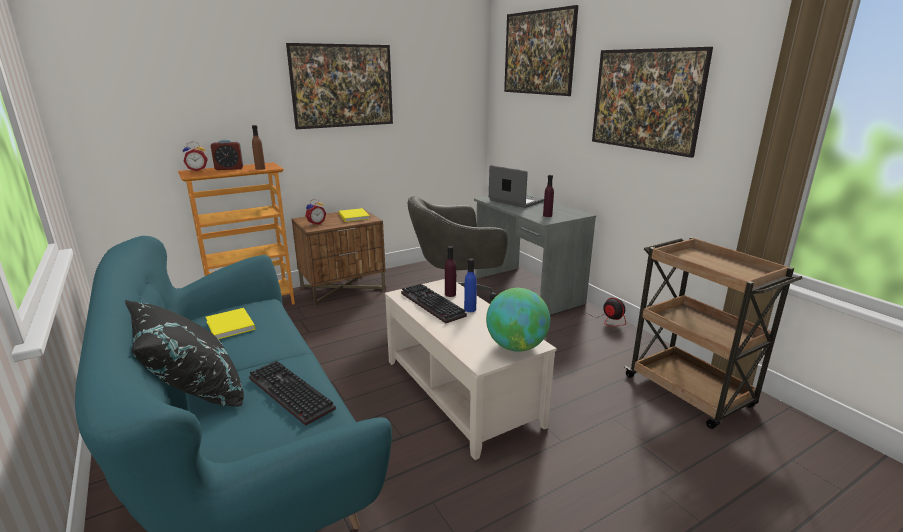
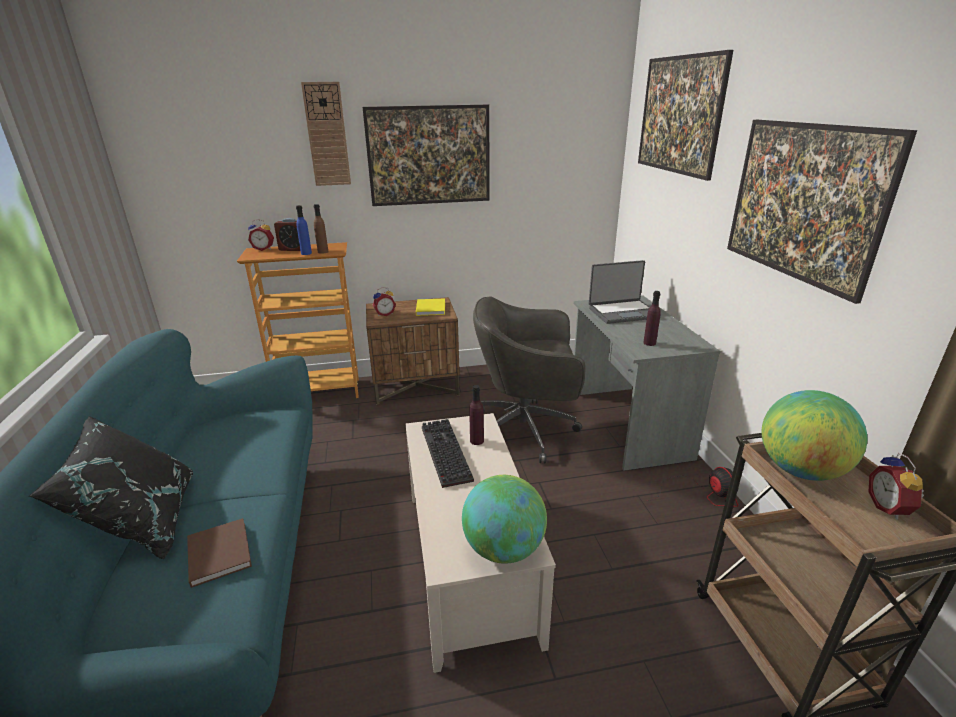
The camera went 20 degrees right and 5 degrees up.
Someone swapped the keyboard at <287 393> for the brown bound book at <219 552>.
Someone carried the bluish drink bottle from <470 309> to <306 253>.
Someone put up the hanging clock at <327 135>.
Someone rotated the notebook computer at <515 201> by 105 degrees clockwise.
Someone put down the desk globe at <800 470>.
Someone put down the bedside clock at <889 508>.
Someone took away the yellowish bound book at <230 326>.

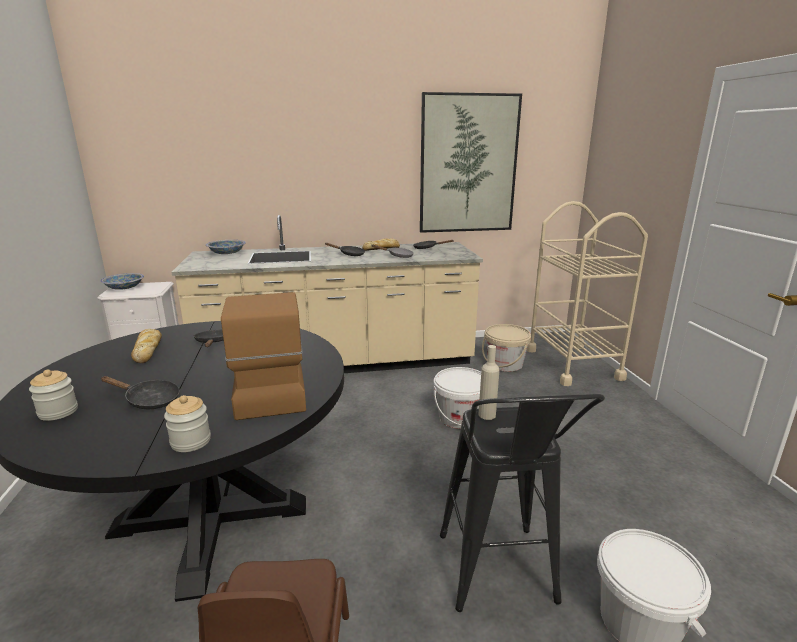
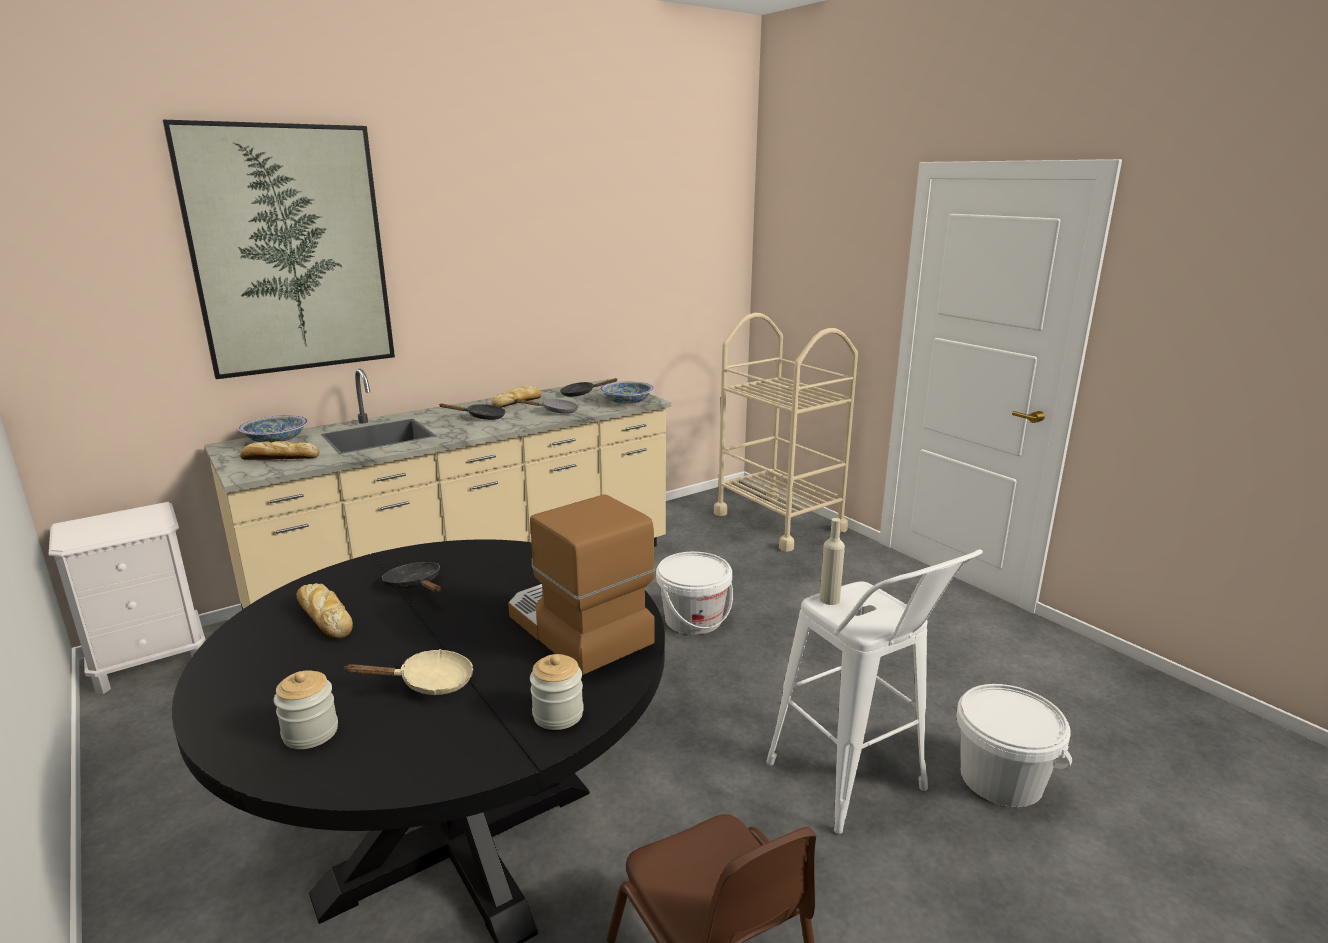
The camera went 25 degrees left and 0 degrees up.
Someone carried the wall picture from <468 165> to <290 251>.
Someone put down the bread at <279 458>.
Someone repainted the black frying pan at <149 400>, which became the beige frying pan at <429 683>.
Someone carried the deep dish from <124 288> to <627 402>.
Someone repainted the black stool seat at <499 579>, which became the whitish stool seat at <856 787>.
Someone took away the beige pail at <505 364>.

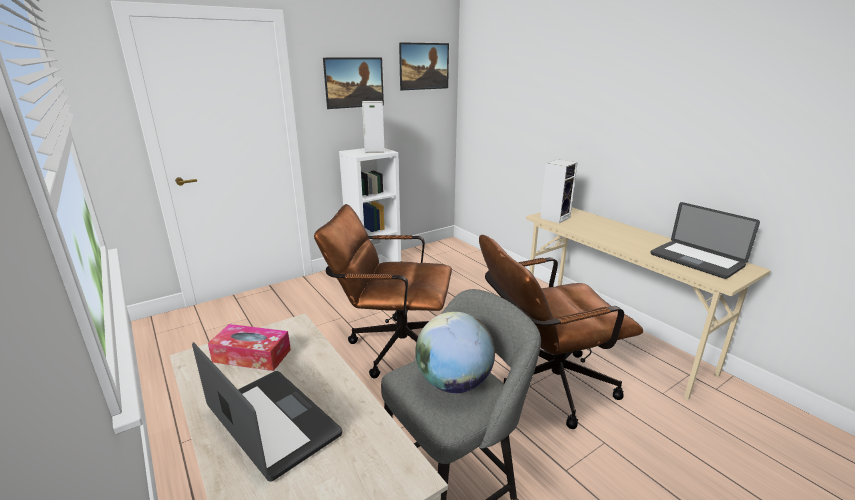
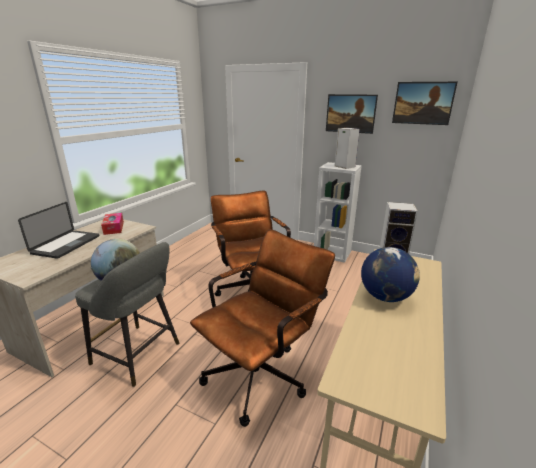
The camera went 60 degrees right and 0 degrees up.
Someone rotated the brown desk chair at <544 385> by 90 degrees clockwise.
Someone put down the desk globe at <385 297>.
Someone took away the notebook computer at <696 260>.

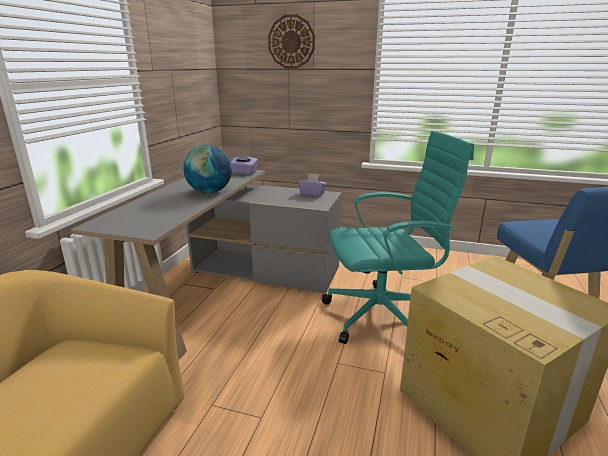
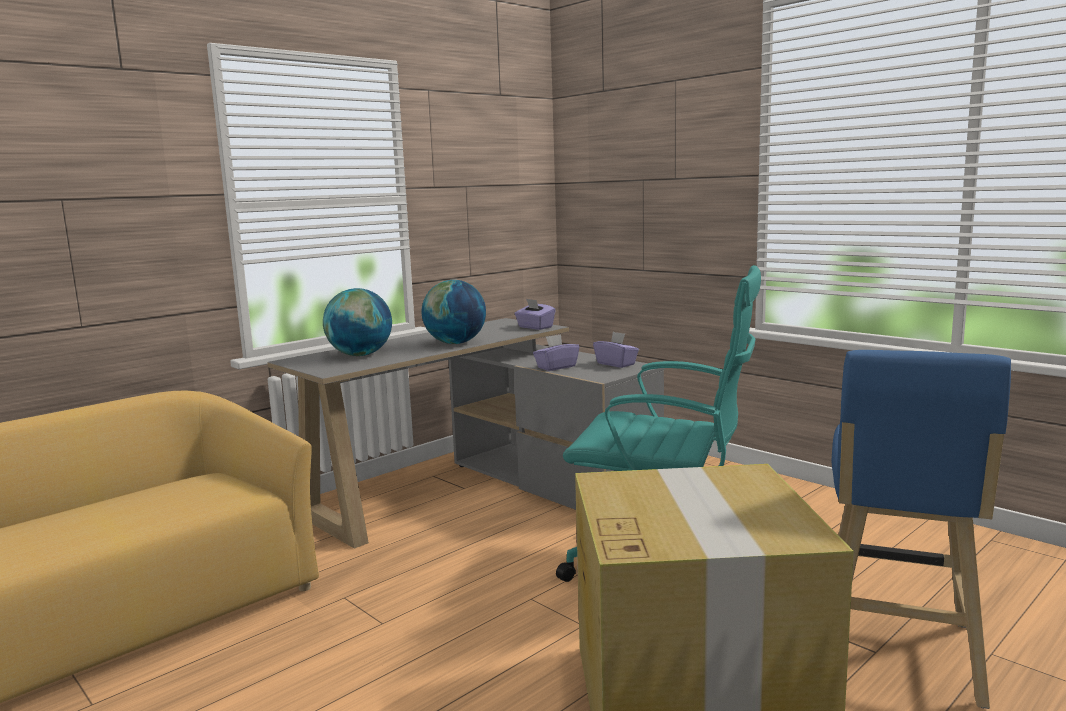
The camera went 30 degrees right and 10 degrees down.
Someone put down the desk globe at <360 355>.
Someone put down the purple-coloured tissue holder at <556 367>.
Someone took away the hanging clock at <291 42>.

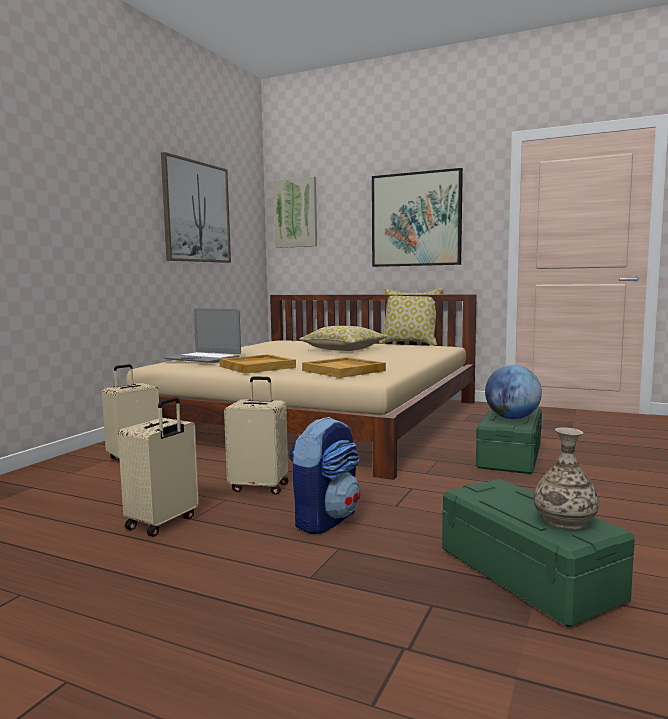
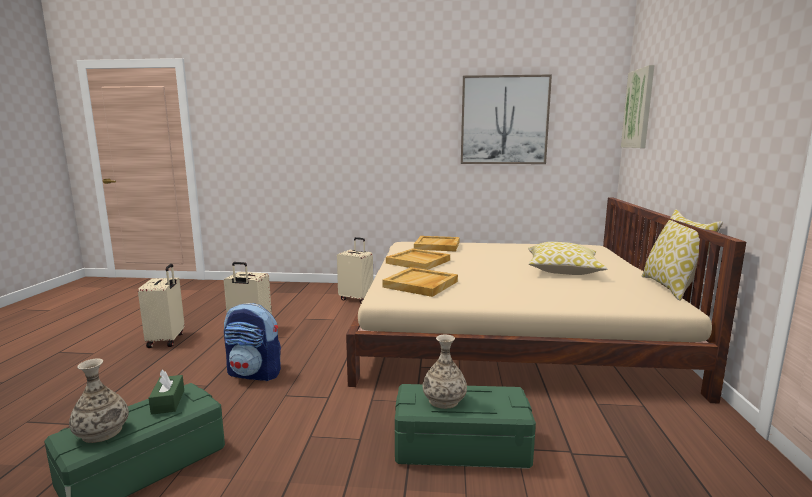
The camera went 70 degrees right and 5 degrees up.
Someone carried the beige piece of luggage from <260 487> to <167 340>.
Someone put down the green tissue holder at <168 402>.
Someone swapped the notebook computer at <203 359> for the beige carrying tray at <437 246>.
Someone swapped the desk globe at <512 418> for the decorative vase at <444 400>.
Someone took away the wall picture at <416 219>.

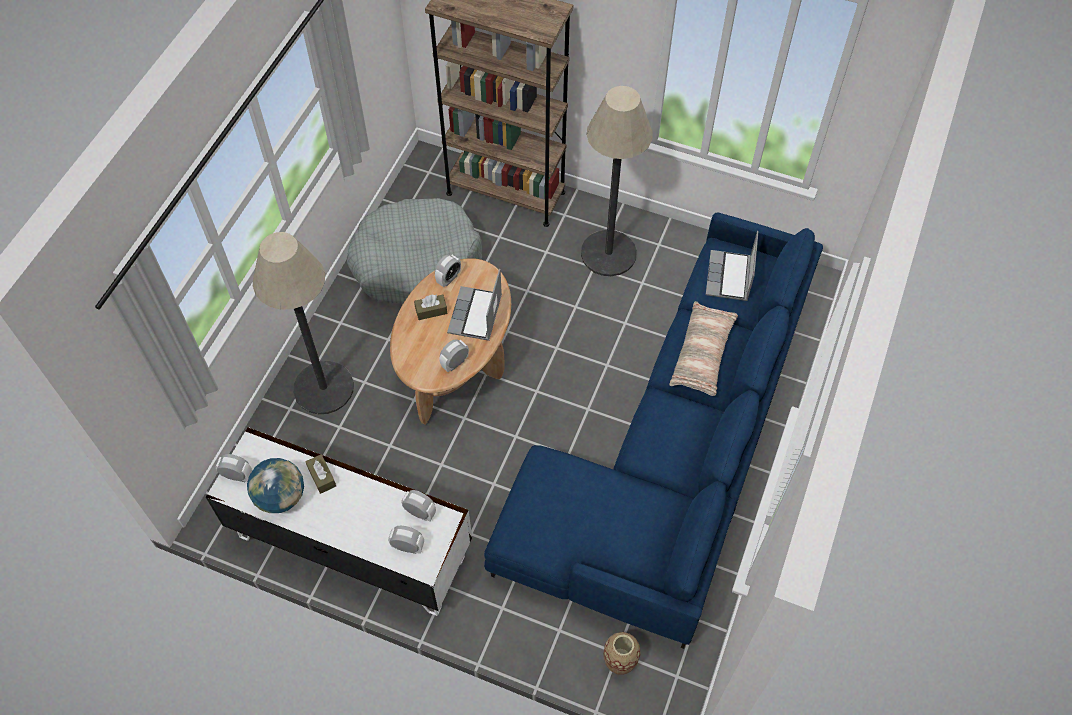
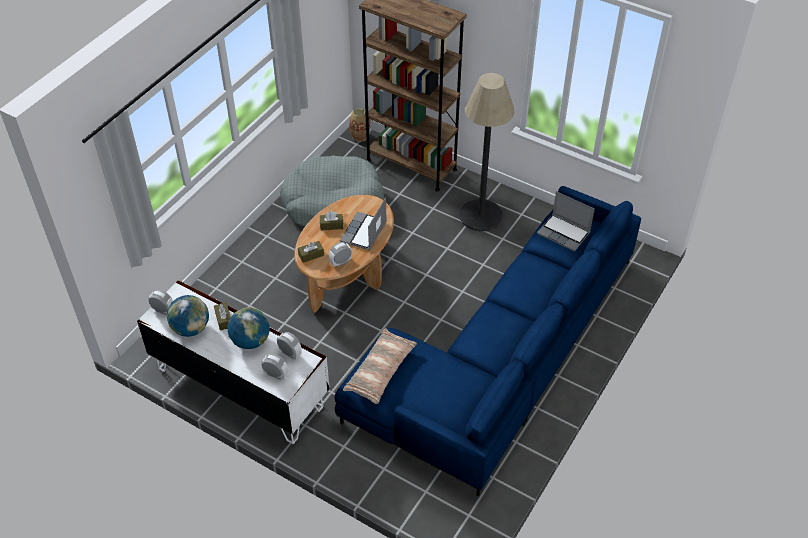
The camera went 10 degrees right and 10 degrees down.
Someone put down the desk globe at <250 341>.
Someone put down the brown tissue holder at <311 255>.
Someone carried the throw pillow from <703 354> to <381 371>.
Someone carried the decorative vase from <620 660> to <360 136>.
Someone rotated the notebook computer at <729 277> by 75 degrees counterclockwise.
Someone took away the standard lamp at <323 388>.
Someone took away the bedside clock at <448 279>.

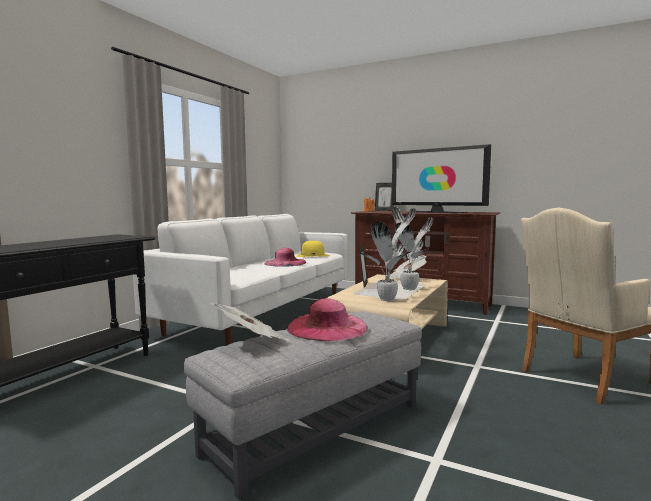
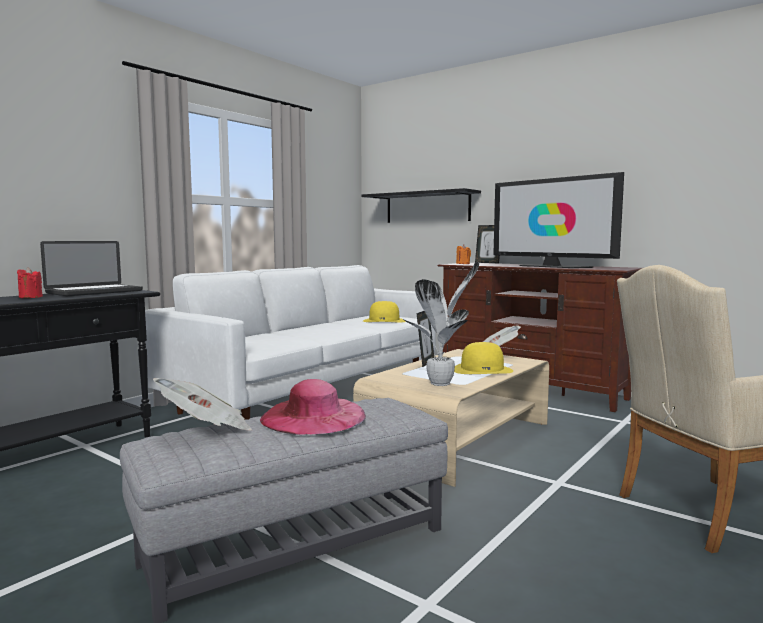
The camera went 10 degrees right and 0 degrees up.
Someone put down the red-coloured wax candle at <30 297>.
Someone put down the notebook computer at <95 292>.
Someone put up the black bracket shelf at <427 207>.
Someone swapped the potted plant at <408 288> for the yellowish wearable hat at <482 370>.
Someone took away the pink-coloured wearable hat at <285 263>.

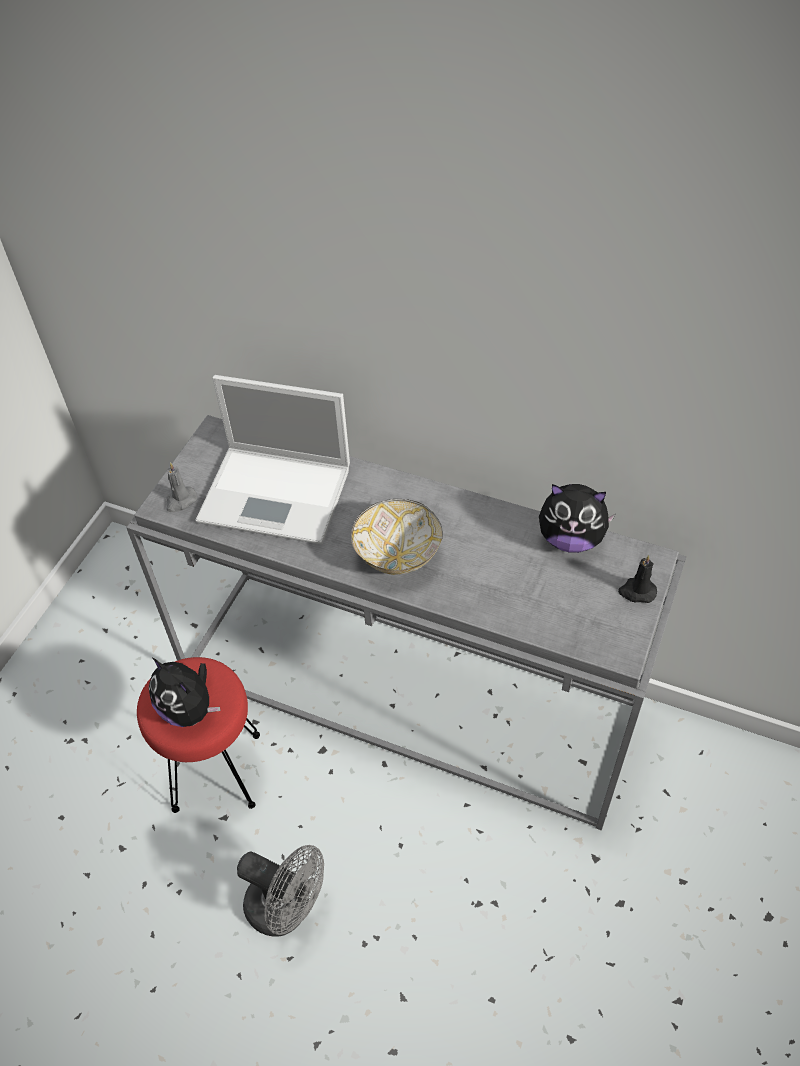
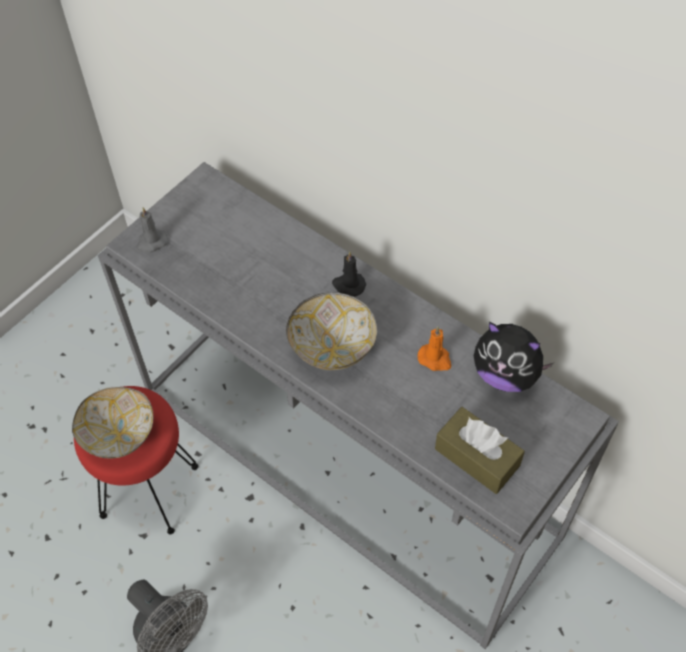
The camera went 15 degrees right and 5 degrees up.
Someone swapped the cuddly toy at <189 709> for the deep dish at <120 436>.
Someone carried the black wax candle from <637 591> to <348 285>.
Someone put down the orangey wax candle at <435 359>.
Someone put down the brown tissue holder at <477 457>.
Someone took away the notebook computer at <278 494>.

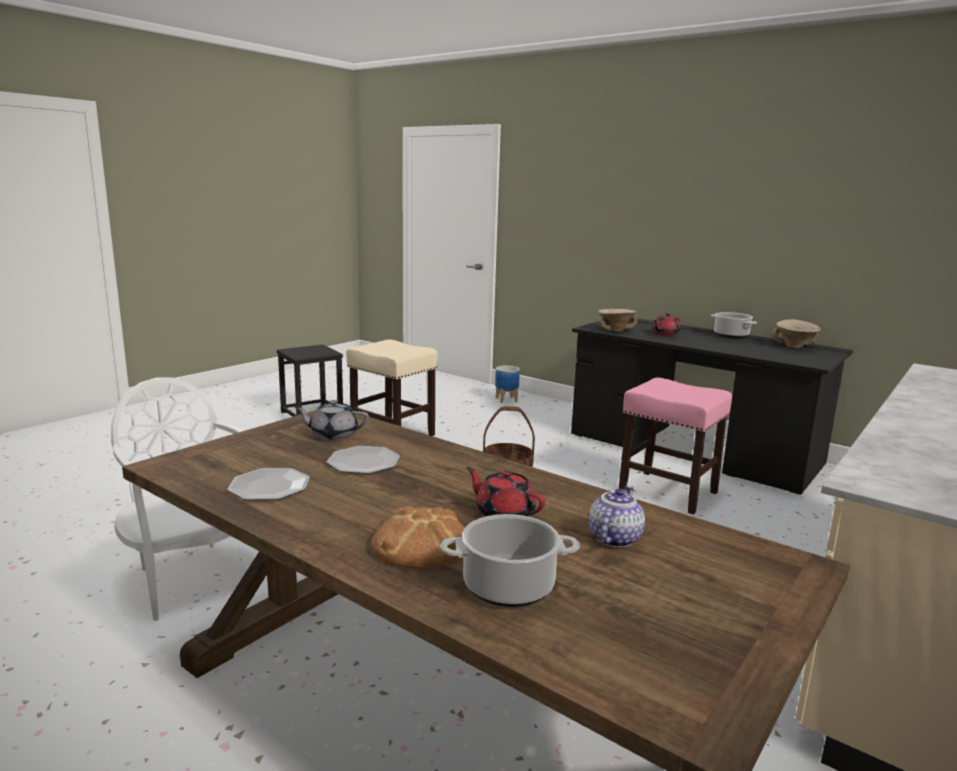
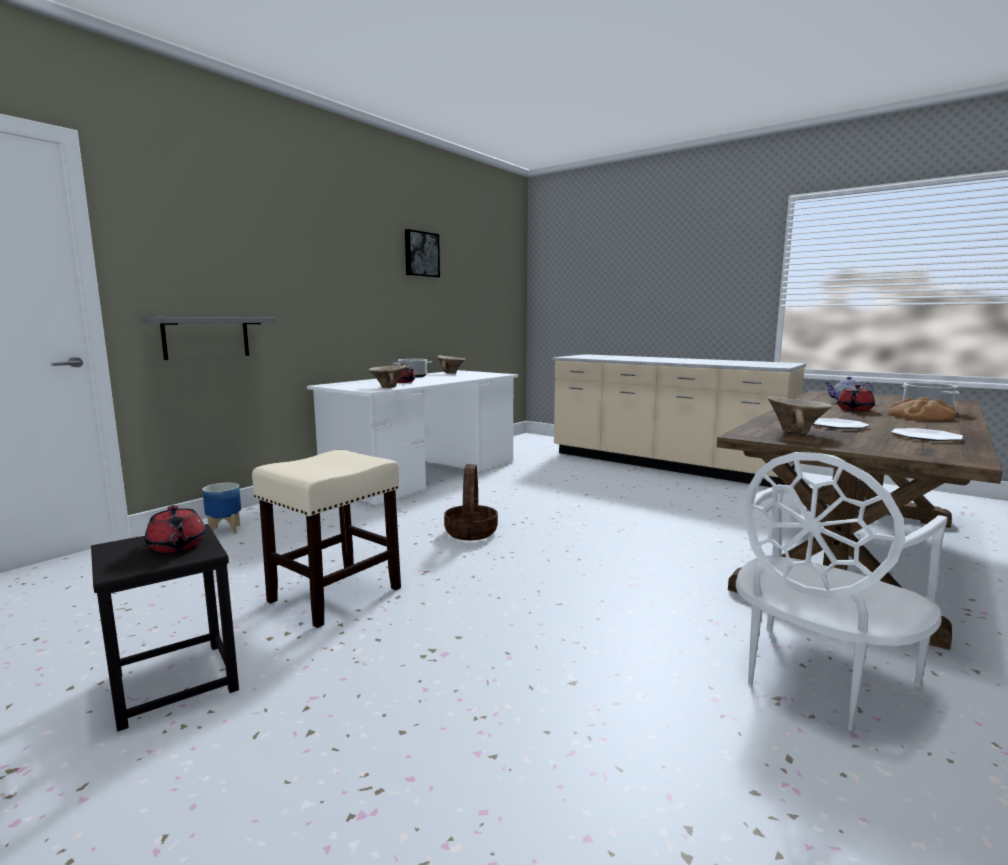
The camera went 90 degrees left and 5 degrees down.
Someone put up the gray bracket shelf at <206 337>.
Someone put down the red-coloured teapot at <177 546>.
Someone repainted the black desk at <693 449>, which became the whitish desk at <424 475>.
Someone put up the wall picture at <421 254>.
Someone swapped the gray teapot at <333 435> for the beige deep dish at <797 432>.
Someone took away the pink-coloured stool seat at <666 491>.

